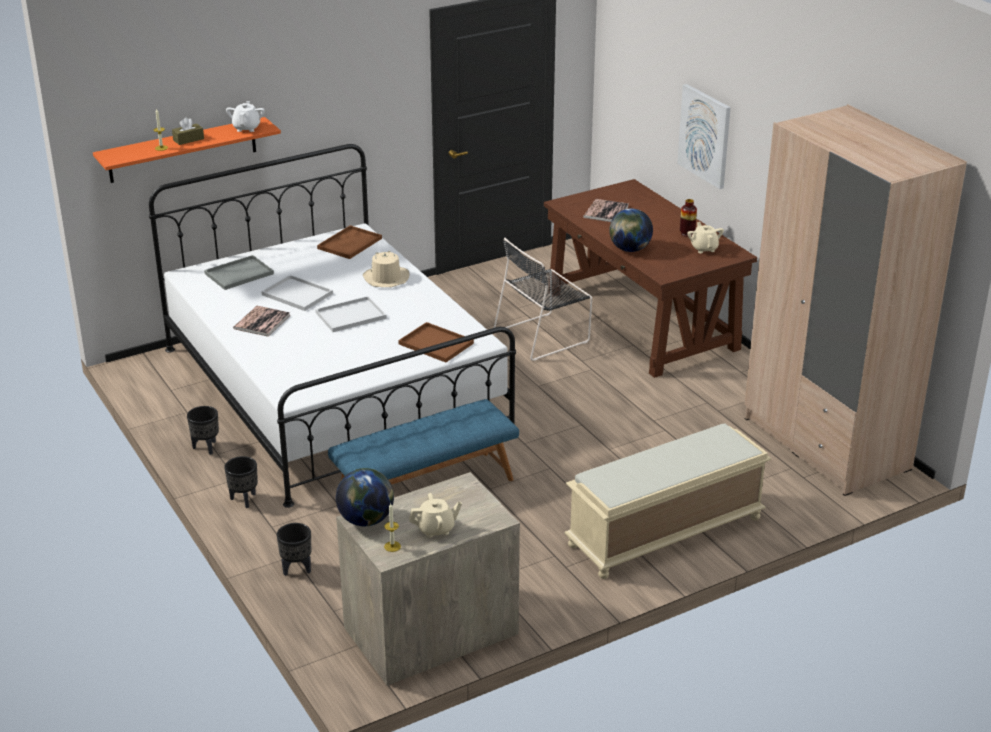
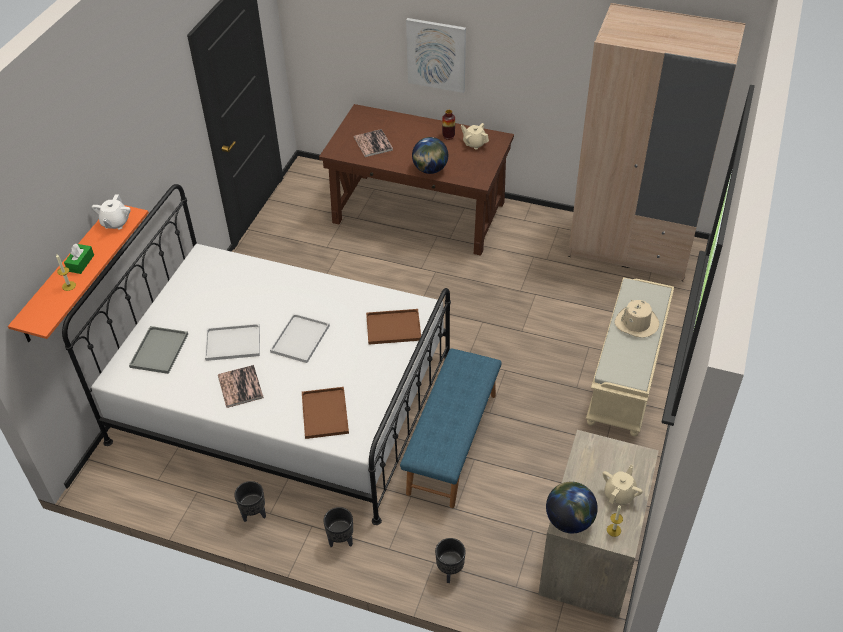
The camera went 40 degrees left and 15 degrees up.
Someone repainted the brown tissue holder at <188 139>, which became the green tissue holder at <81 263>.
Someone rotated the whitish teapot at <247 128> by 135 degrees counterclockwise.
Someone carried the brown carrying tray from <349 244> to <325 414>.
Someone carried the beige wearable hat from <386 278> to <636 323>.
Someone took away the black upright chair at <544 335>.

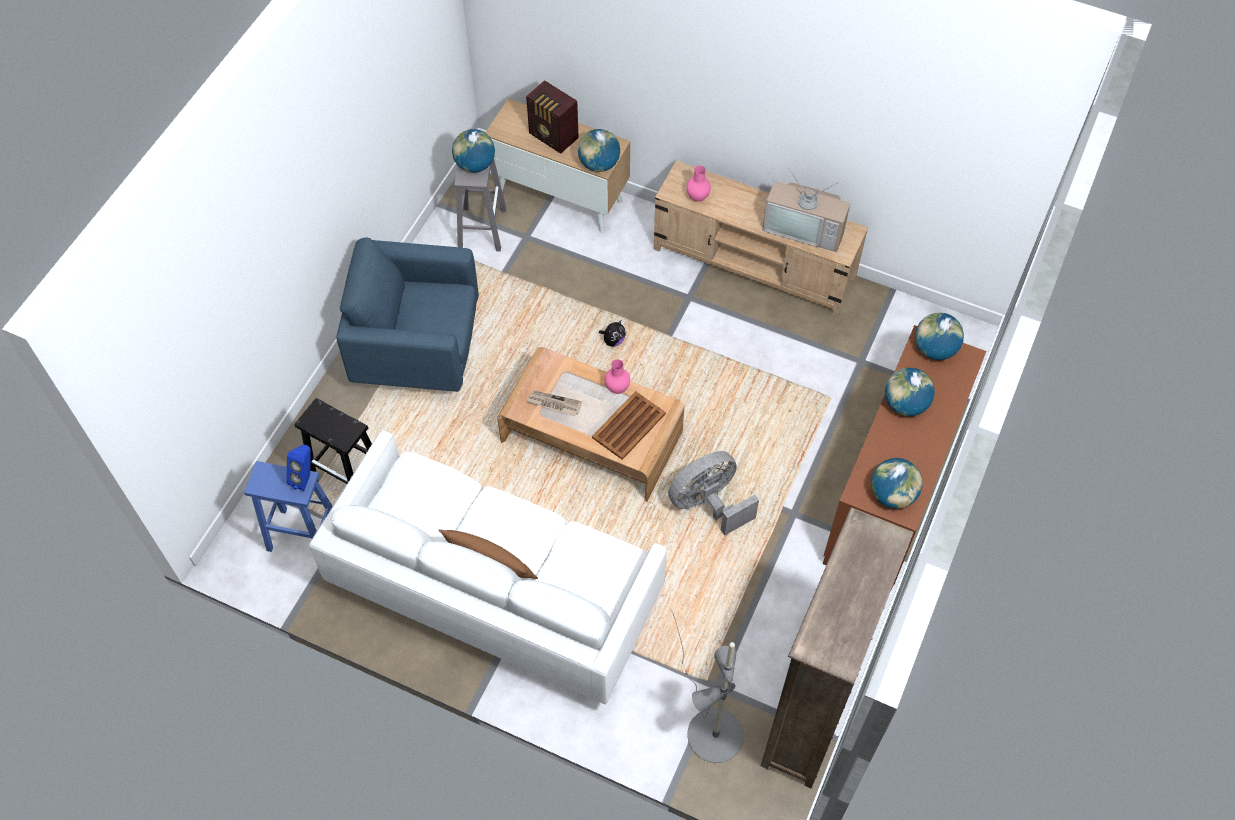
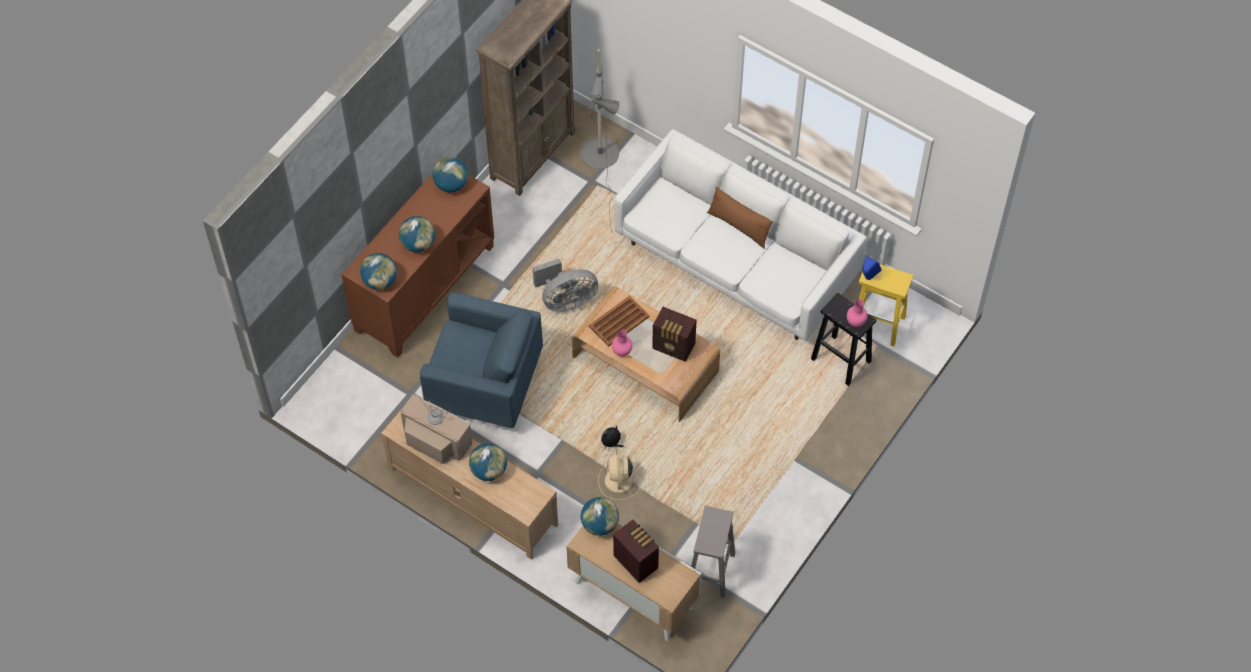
The camera went 170 degrees left and 0 degrees up.
Someone carried the bluish easy chair from <419 350> to <484 385>.
Someone carried the desk globe from <475 165> to <489 470>.
Someone put down the beige fan at <618 481>.
Someone swapped the daily paper at <554 404> for the radio set at <674 347>.
Someone carried the pink-coloured decorative vase from <698 197> to <855 322>.
Someone repainted the bluish stool seat at <302 535>, which became the yellowish stool seat at <878 324>.

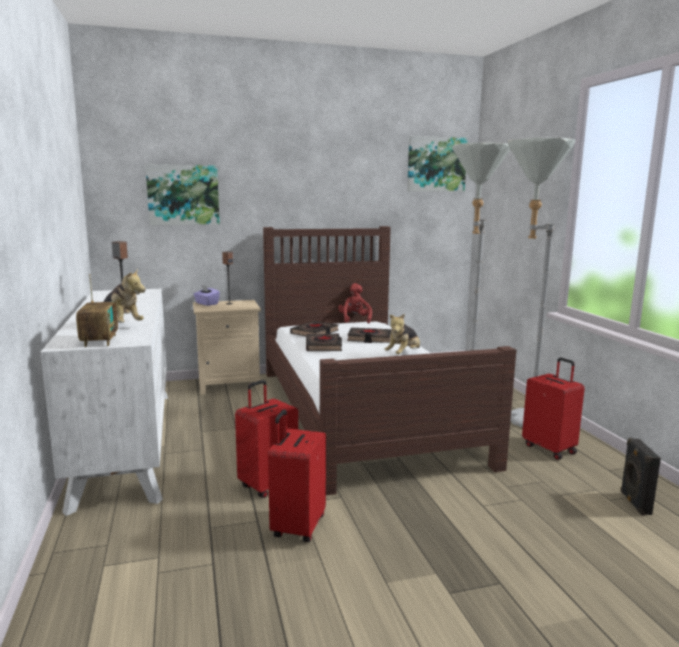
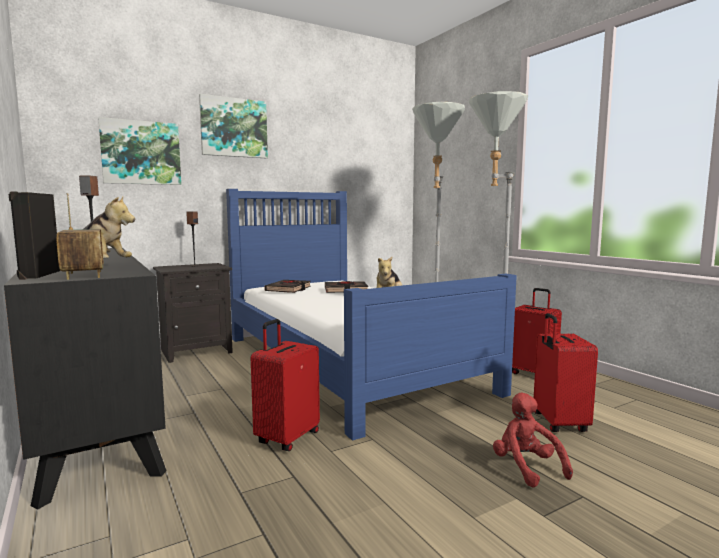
The camera went 15 degrees left and 5 degrees down.
Someone repainted the whitish dresser at <126 442>, which became the black dresser at <95 416>.
Someone carried the black audio speaker from <634 503> to <38 275>.
Someone repainted the beige night table at <229 384>, which became the black night table at <197 351>.
Someone carried the wall picture from <436 164> to <233 128>.
Someone repainted the brown sleeping bed at <361 412>, which became the bluish sleeping bed at <346 362>.
Someone carried the red-coloured cuddly toy from <354 320> to <526 467>.
Someone carried the red-coloured piece of luggage from <297 527> to <558 423>.
Someone took away the purple-coloured tissue holder at <206 304>.
Someone took away the black bound book at <323 346>.

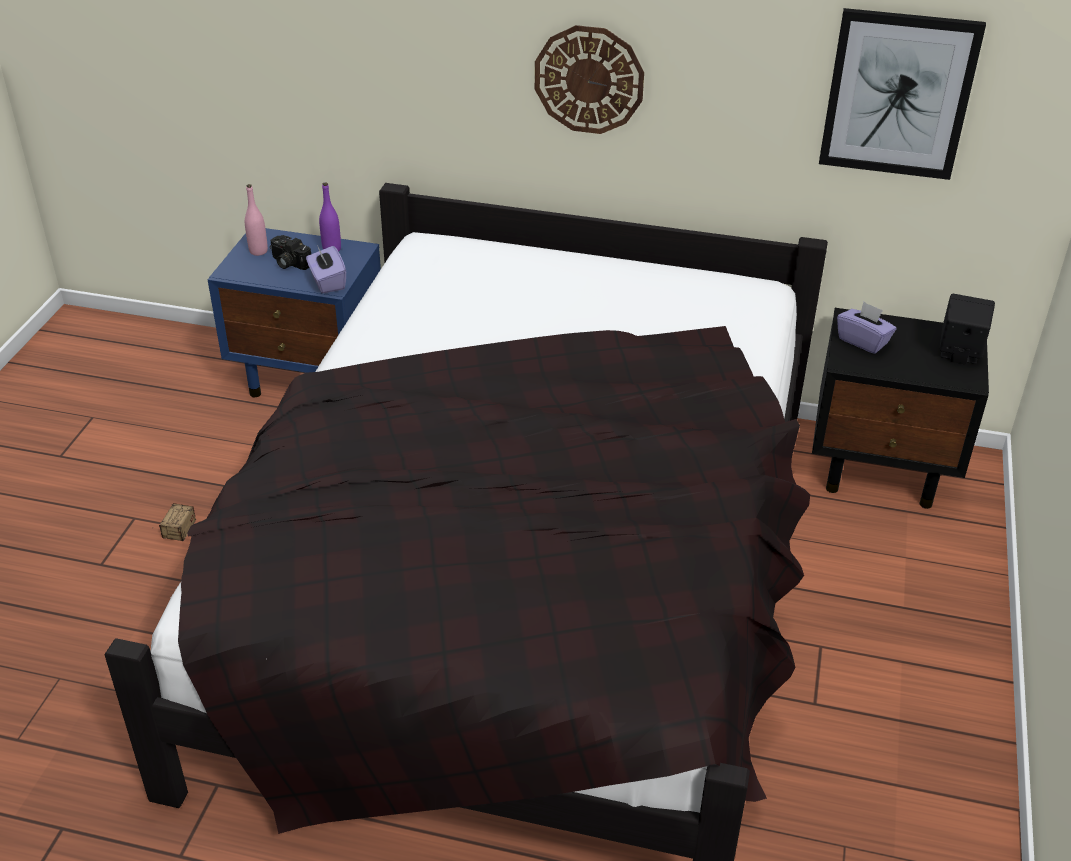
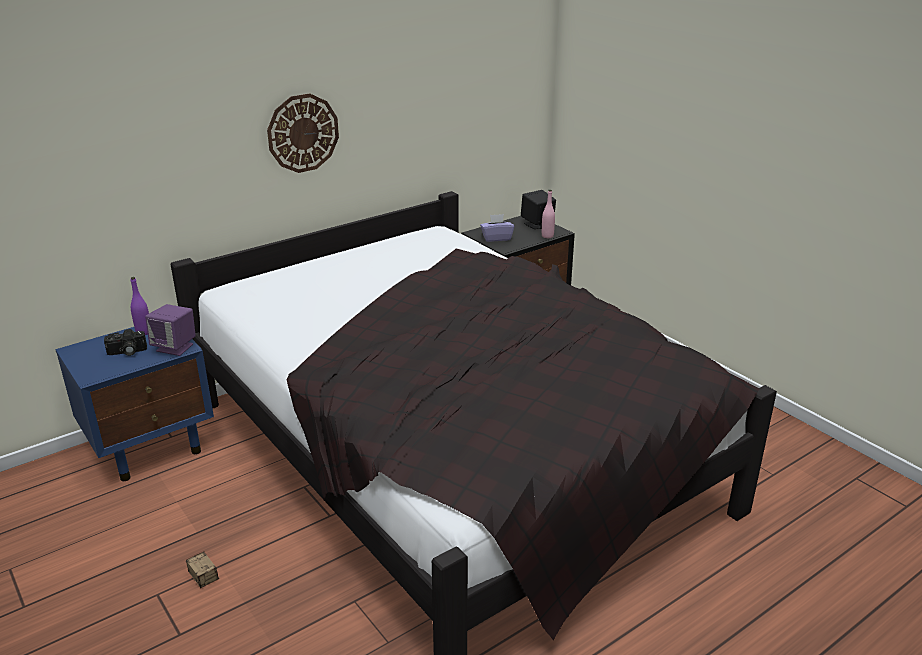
The camera went 50 degrees left and 10 degrees down.
Someone swapped the purple-coloured tissue holder at <327 282> for the purple-coloured audio speaker at <175 347>.
Someone carried the pink-coloured drink bottle from <258 251> to <547 236>.
Someone took away the wall picture at <898 94>.

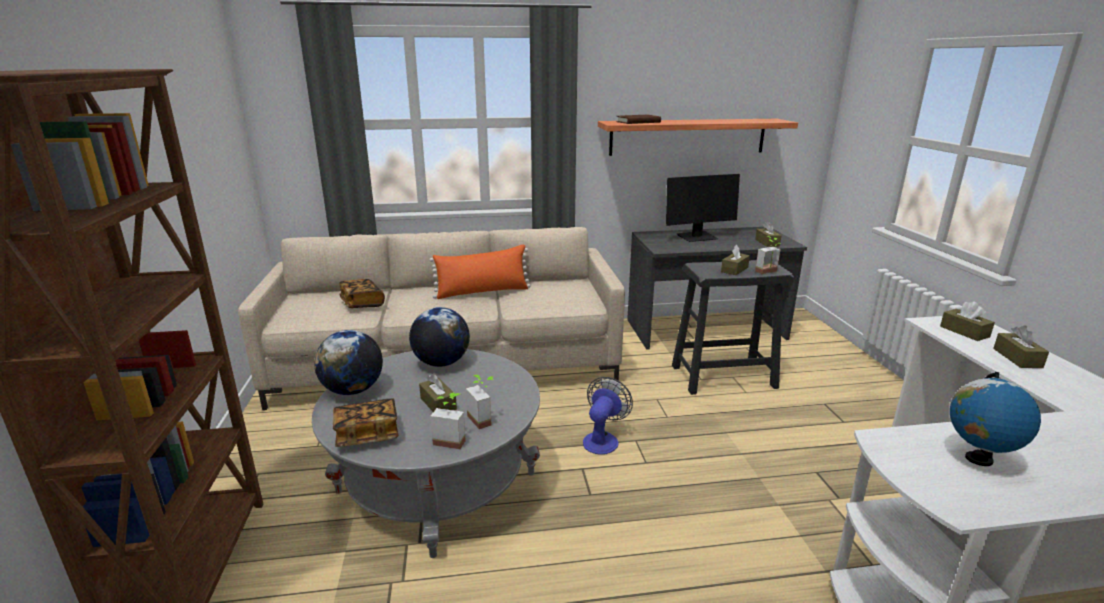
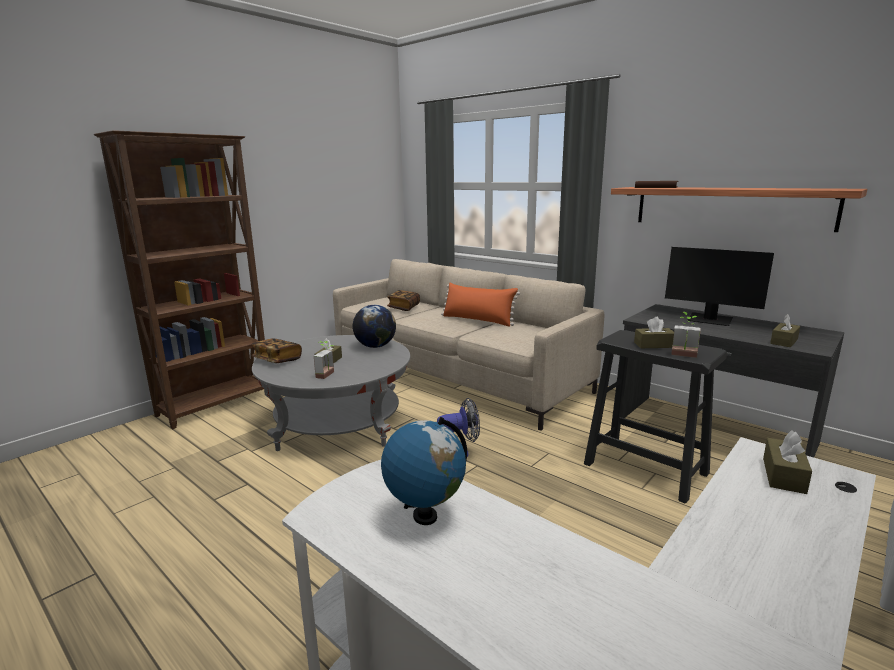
The camera went 50 degrees right and 5 degrees down.
Someone took away the desk globe at <353 390>.
Someone took away the potted plant at <451 439>.
Someone took away the brown tissue holder at <1017 358>.

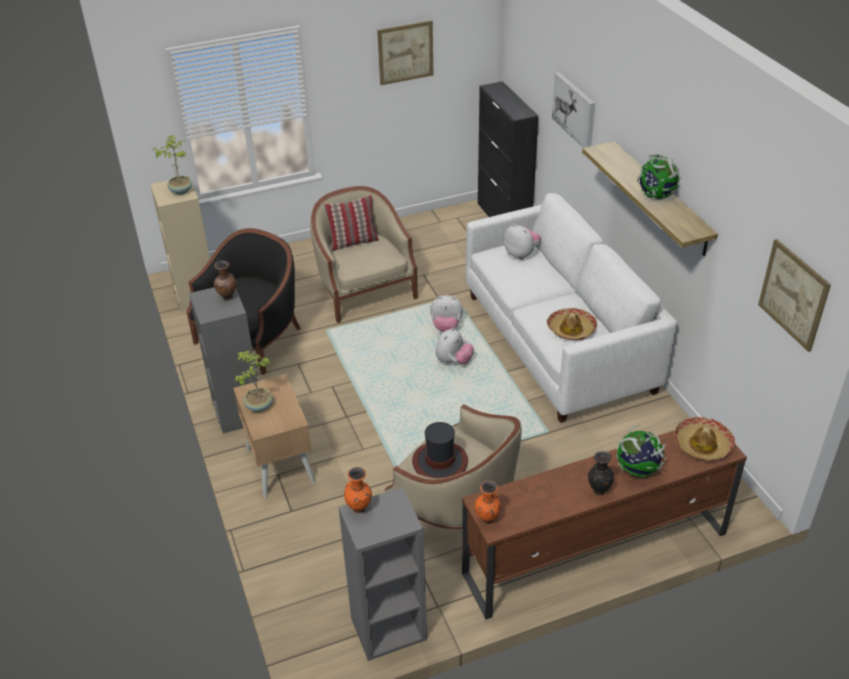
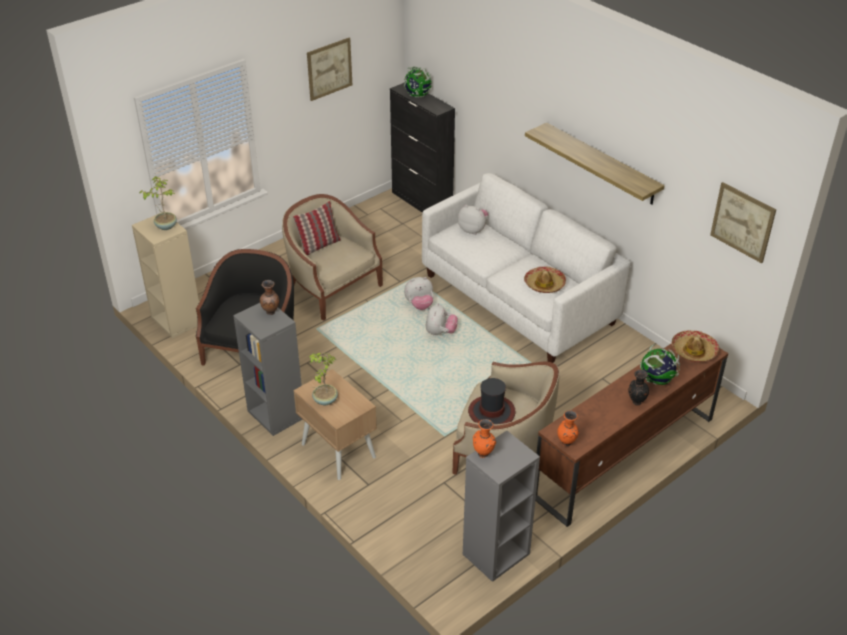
The camera went 20 degrees left and 0 degrees up.
Someone carried the desk globe from <655 196> to <417 95>.
Someone took away the wall picture at <574 110>.

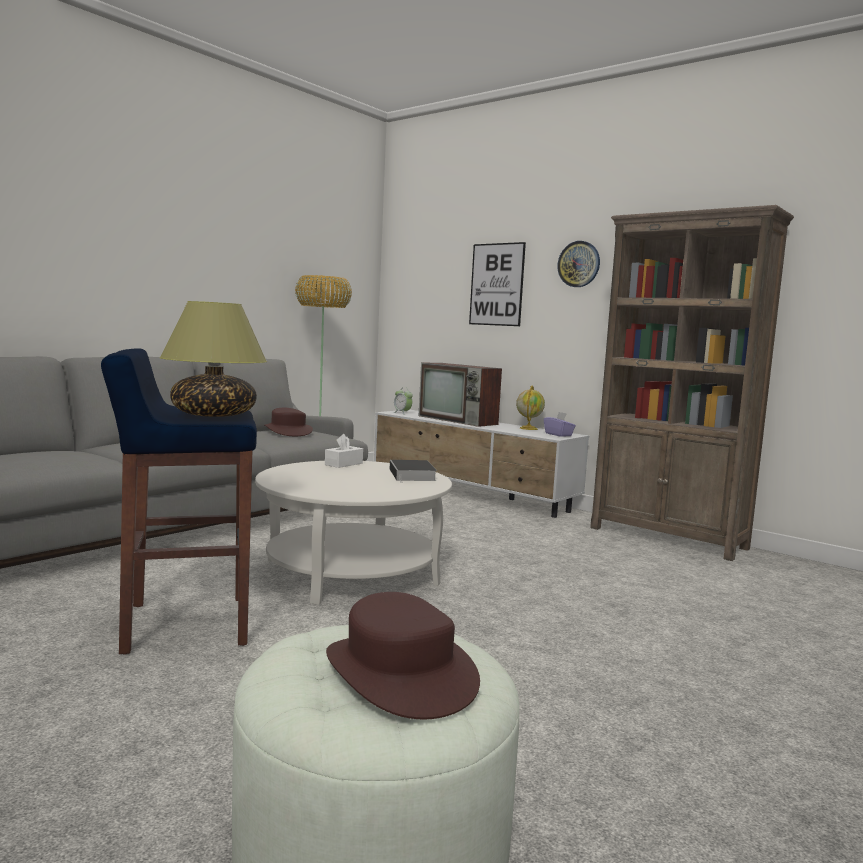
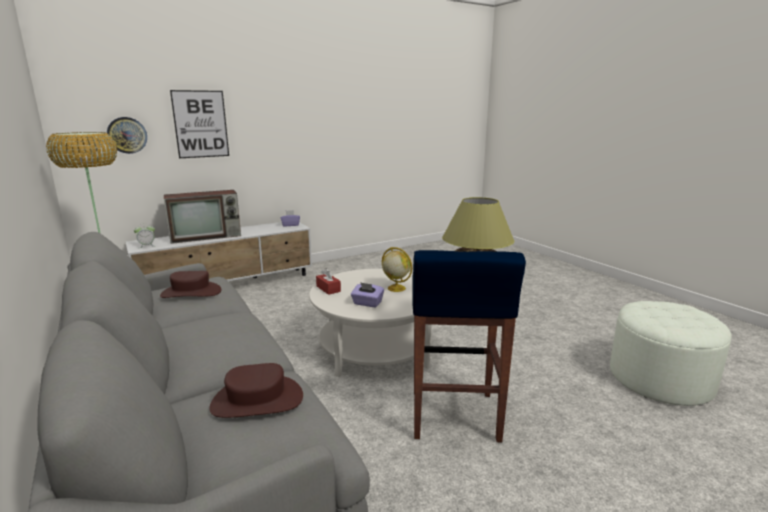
The camera went 70 degrees left and 10 degrees up.
Someone carried the hanging clock from <579 264> to <127 135>.
Someone carried the brown wearable hat from <399 673> to <257 401>.
Someone repainted the whitish tissue holder at <343 464>, which became the red-coloured tissue holder at <328 289>.
Someone put down the purple-coloured tissue holder at <367 303>.
Someone carried the desk globe from <528 428> to <395 288>.
Someone took away the bound book at <413 475>.
Someone took away the brown bookshelf at <668 538>.

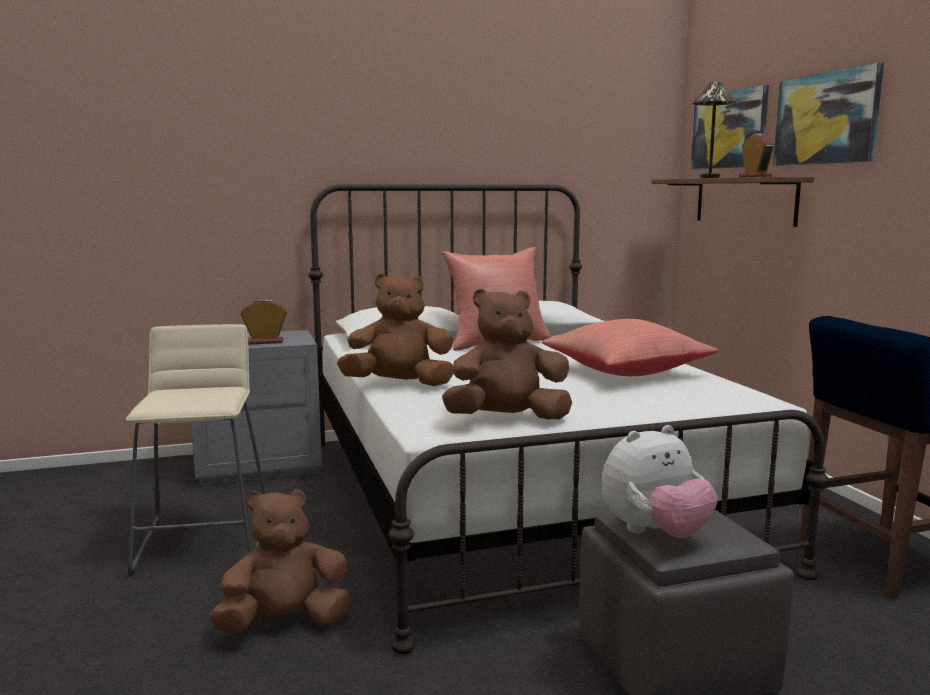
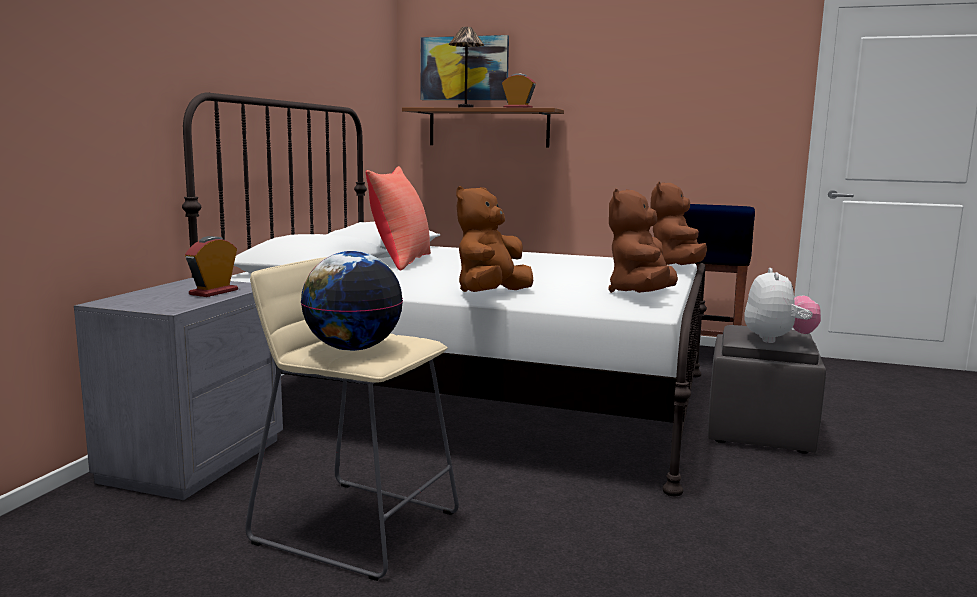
The camera went 55 degrees left and 0 degrees up.
Someone put down the desk globe at <353 348>.
Someone carried the brown cuddly toy from <285 622> to <677 268>.
Someone took away the red-coloured throw pillow at <624 372>.
Someone took away the wall picture at <826 118>.

